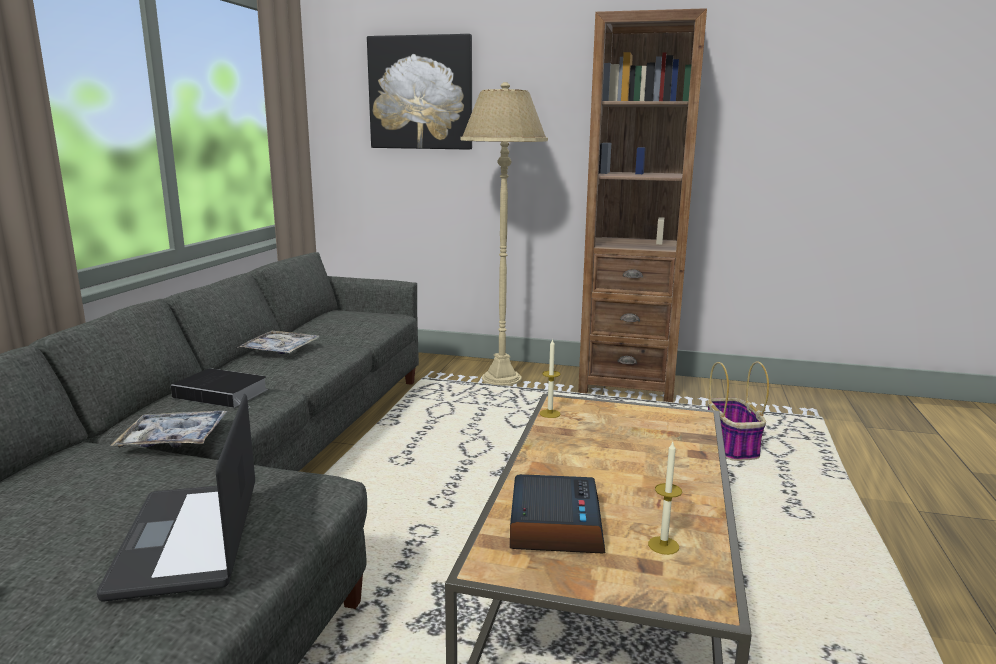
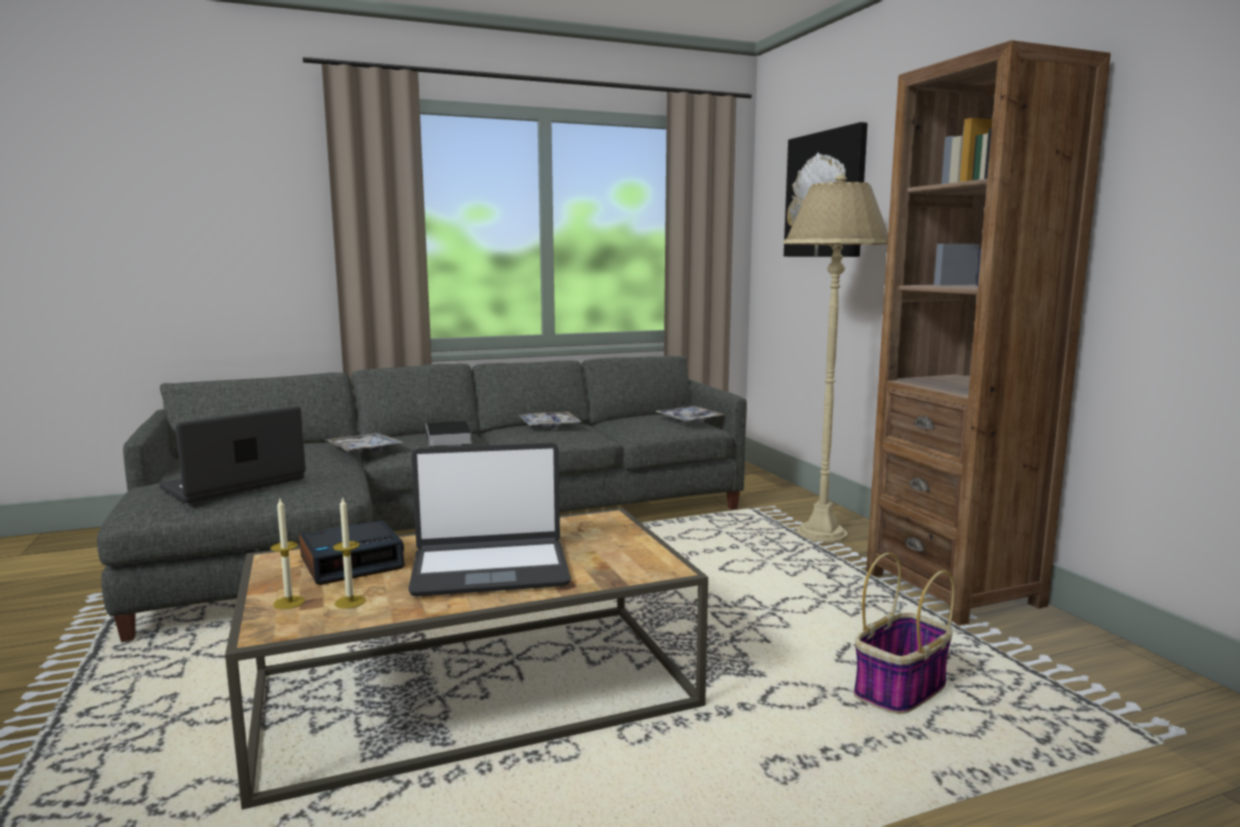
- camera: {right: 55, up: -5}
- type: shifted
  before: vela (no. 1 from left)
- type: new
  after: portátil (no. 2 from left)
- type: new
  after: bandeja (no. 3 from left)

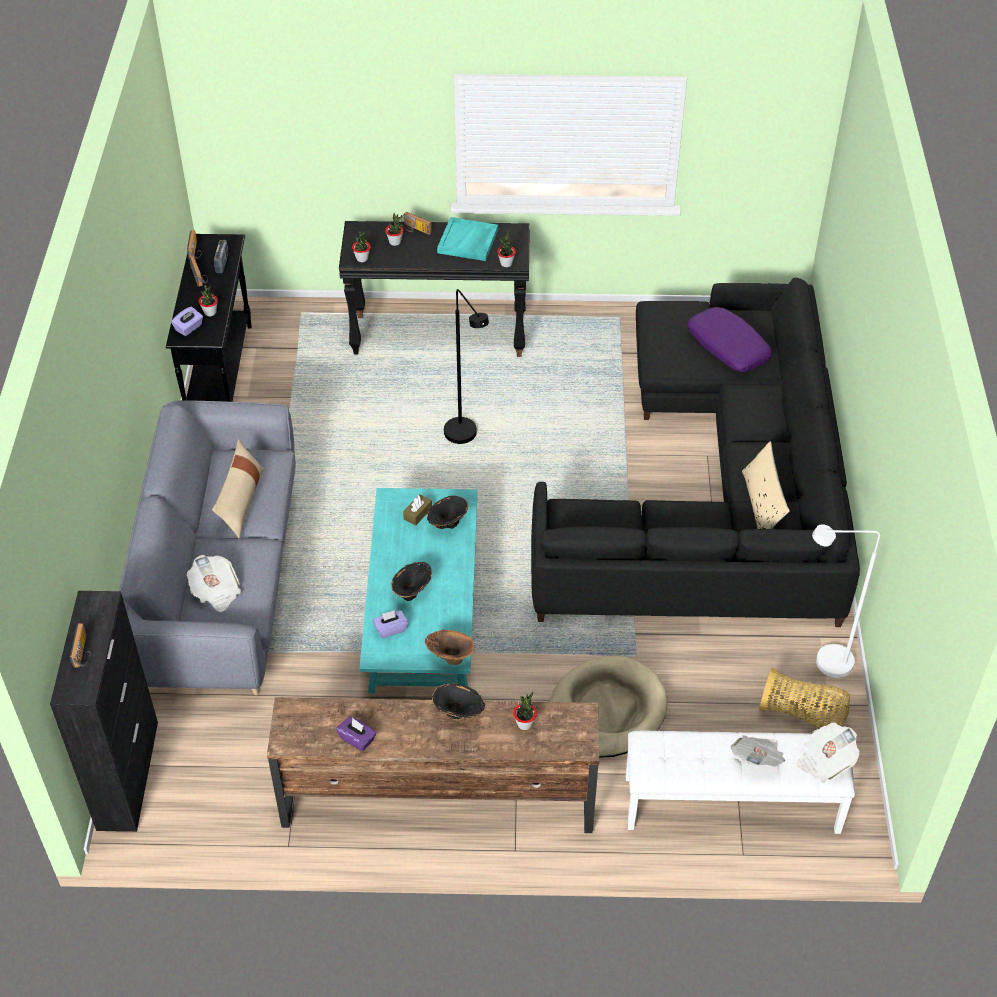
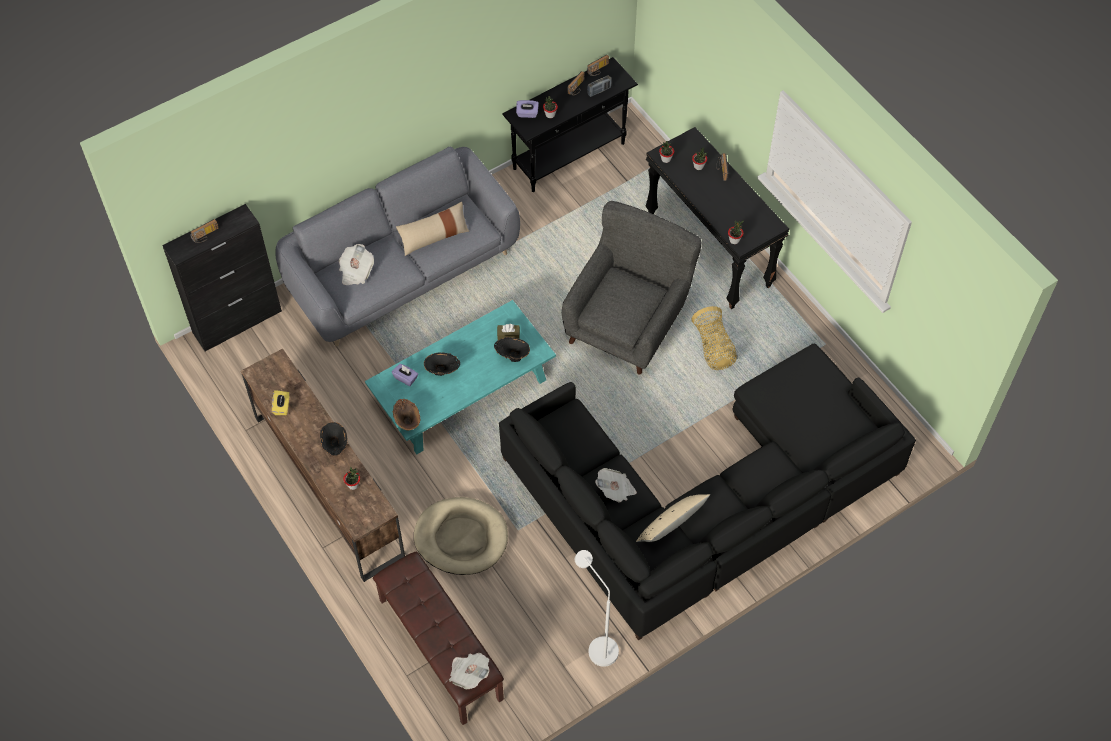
- camera: {right: 55, up: 10}
- type: repainted
  before: caja de pañuelos [morado] (no. 2 from left)
  after: caja de pañuelos [amarillo]
- type: repainted
  before: banco [blanco]
  after: banco [marrón]
- type: swapped
  before: lámpara de pie [negro]
  after: sillón [gris]
- type: shifted
  before: periódico (no. 2 from left in the first image)
  after: periódico (no. 3 from left)
- type: shifted
  before: cesta
- type: gone
  before: bandeja [turquesa]
- type: gone
  before: cojín [morado]

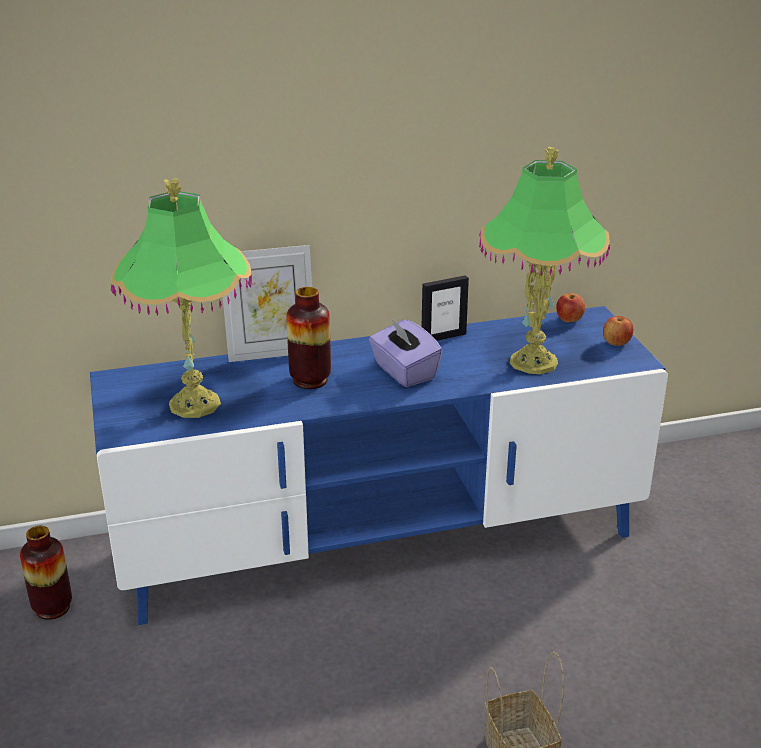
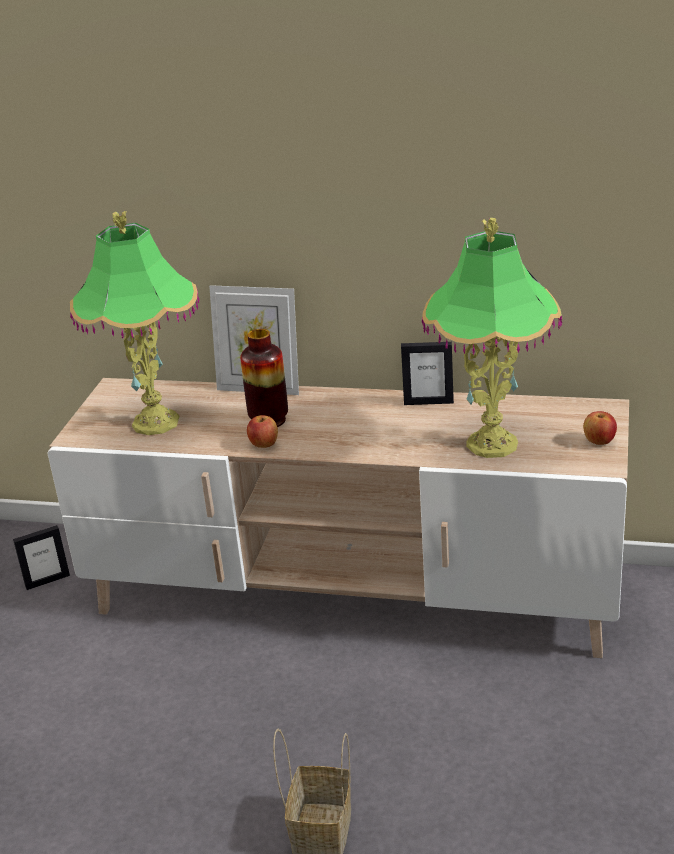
- camera: {right: 30, up: 0}
- type: swapped
  before: florero (no. 1 from left)
  after: portarretratos (no. 1 from left)
- type: repainted
  before: mueble de televisión [azul]
  after: mueble de televisión [beis]
- type: shifted
  before: manzana (no. 1 from left)
- type: gone
  before: caja de pañuelos [morado]

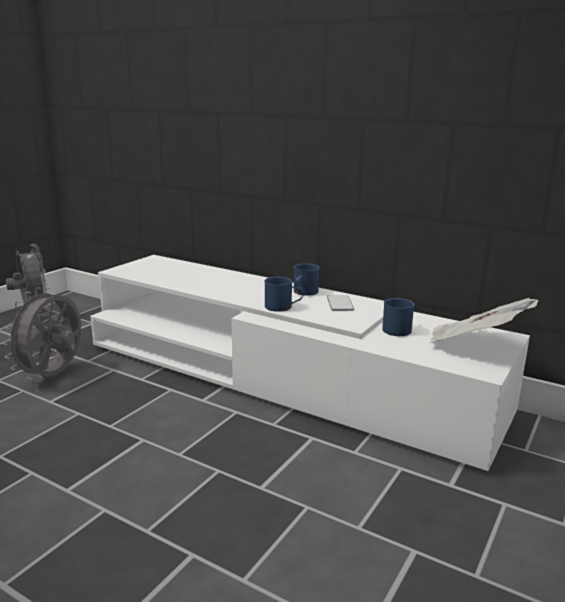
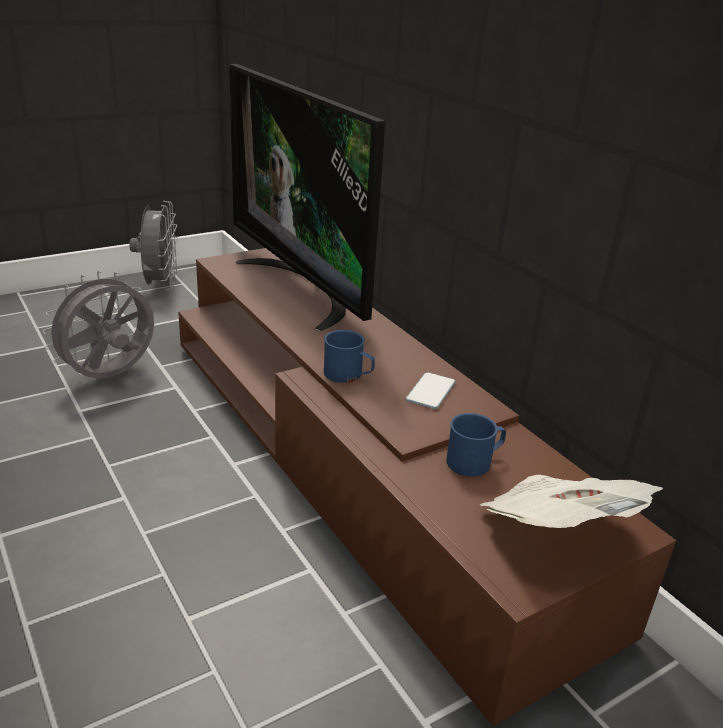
- camera: {right: 25, up: 10}
- type: repainted
  before: mueble de televisión [blanco]
  after: mueble de televisión [marrón]
- type: new
  after: televisor
- type: gone
  before: taza grande [azul] (no. 2 from left)

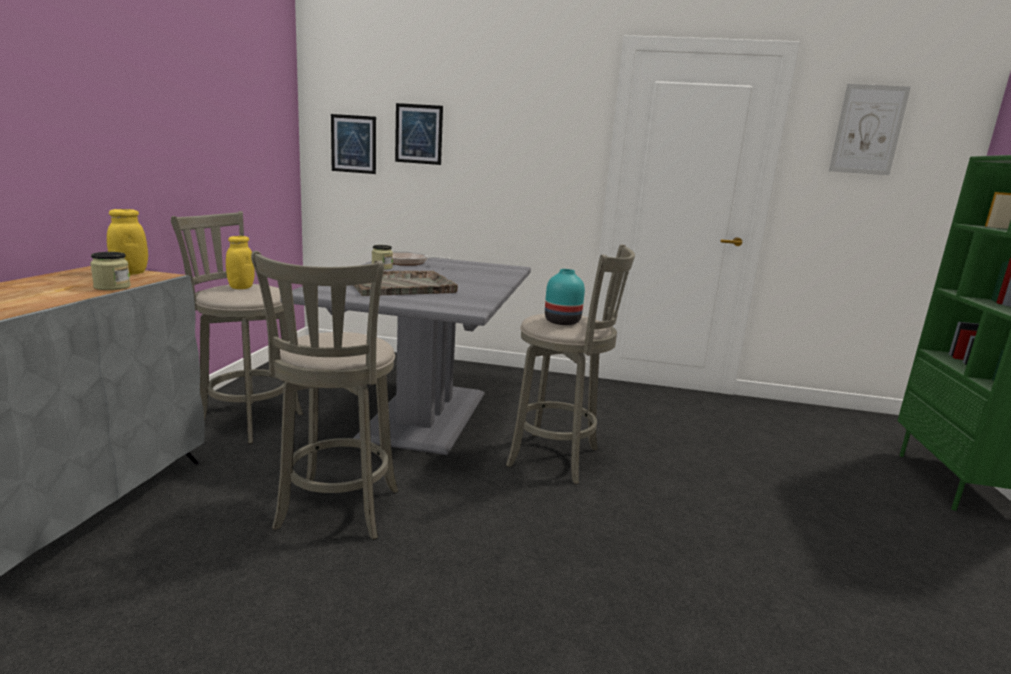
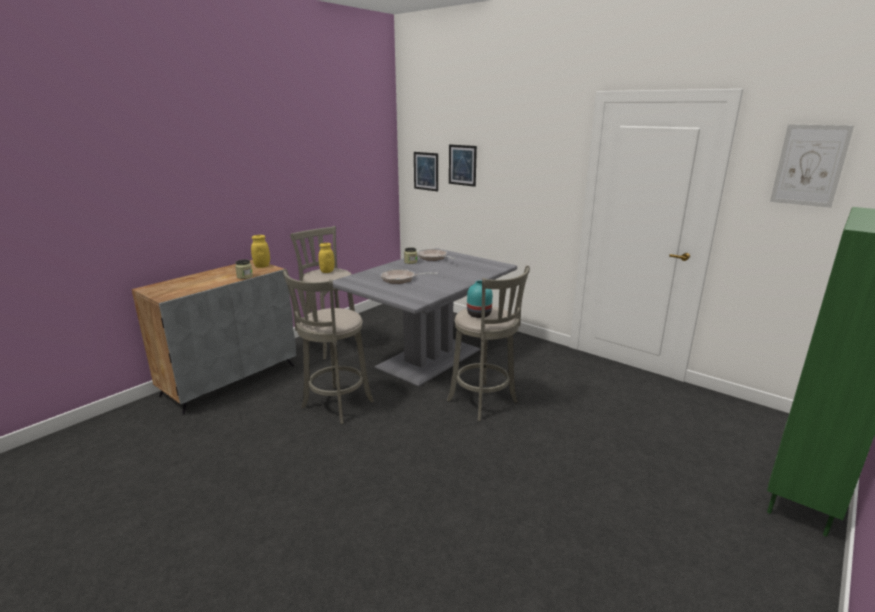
- camera: {right: 30, up: 5}
- type: swapped
  before: bandeja [gris]
  after: sartén (no. 1 from left)

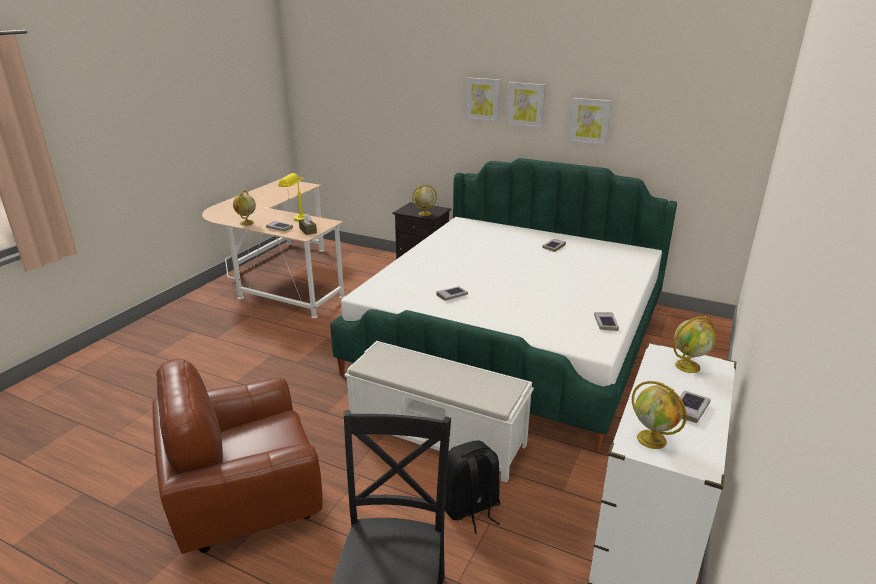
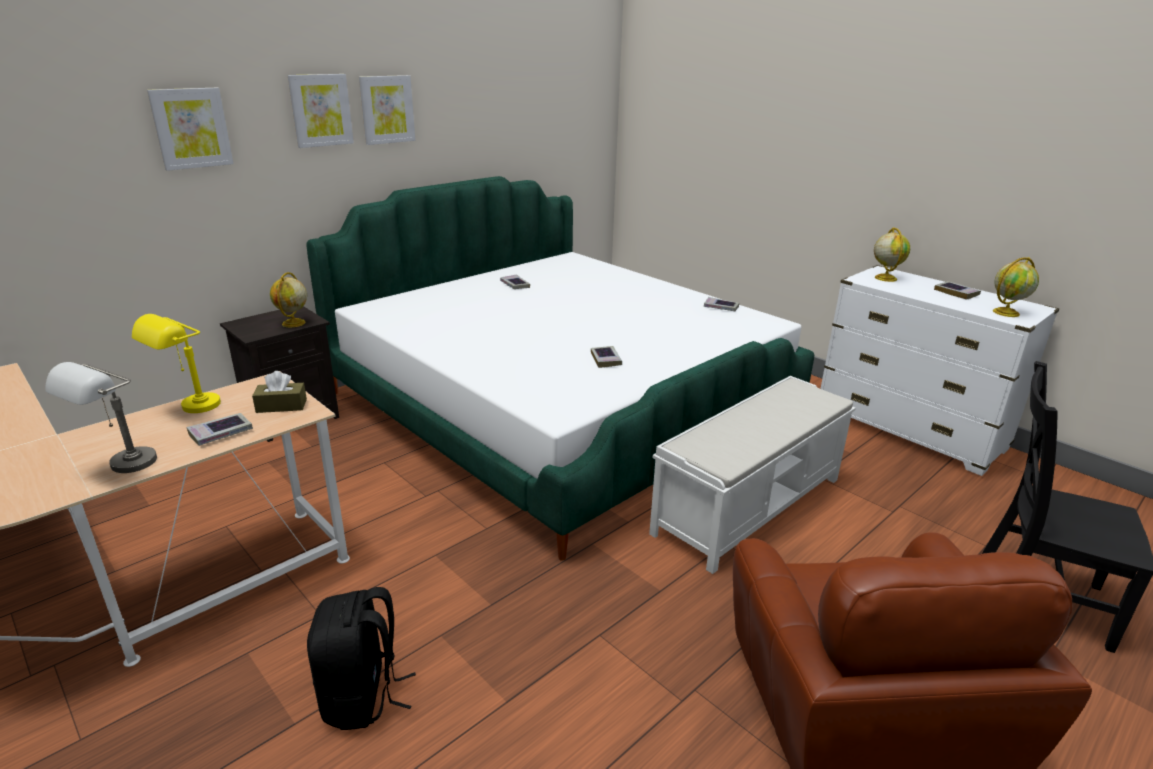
- camera: {right: -70, up: 0}
- type: swapped
  before: globo terráqueo (no. 1 from left)
  after: lámpara de mesa [gris]
- type: shifted
  before: cuadro (no. 3 from left in the first image)
  after: cuadro (no. 1 from left)
- type: shifted
  before: mochila [negro]

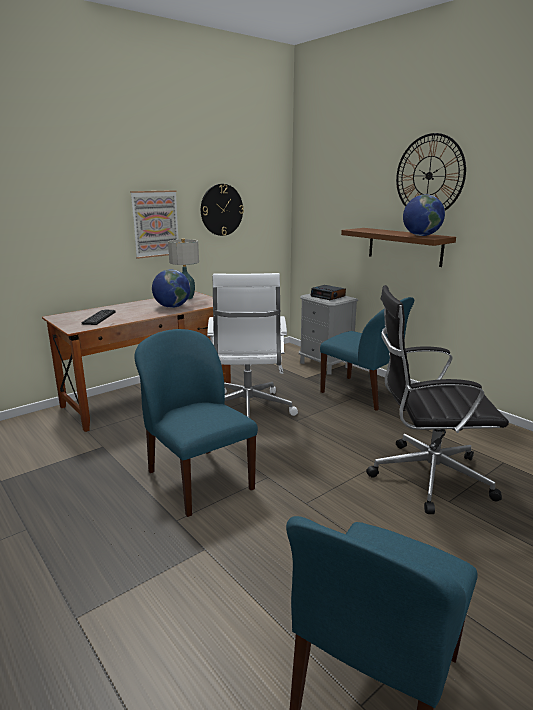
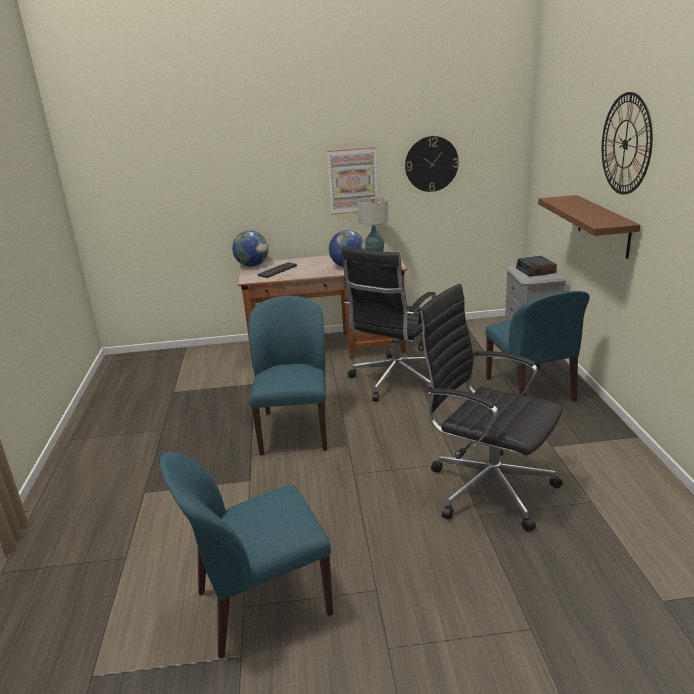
- camera: {right: 35, up: 5}
- type: shifted
  before: globo terráqueo (no. 2 from left in the first image)
  after: globo terráqueo (no. 1 from left)
- type: repainted
  before: silla de oficina [blanco]
  after: silla de oficina [negro] (no. 1 from left)

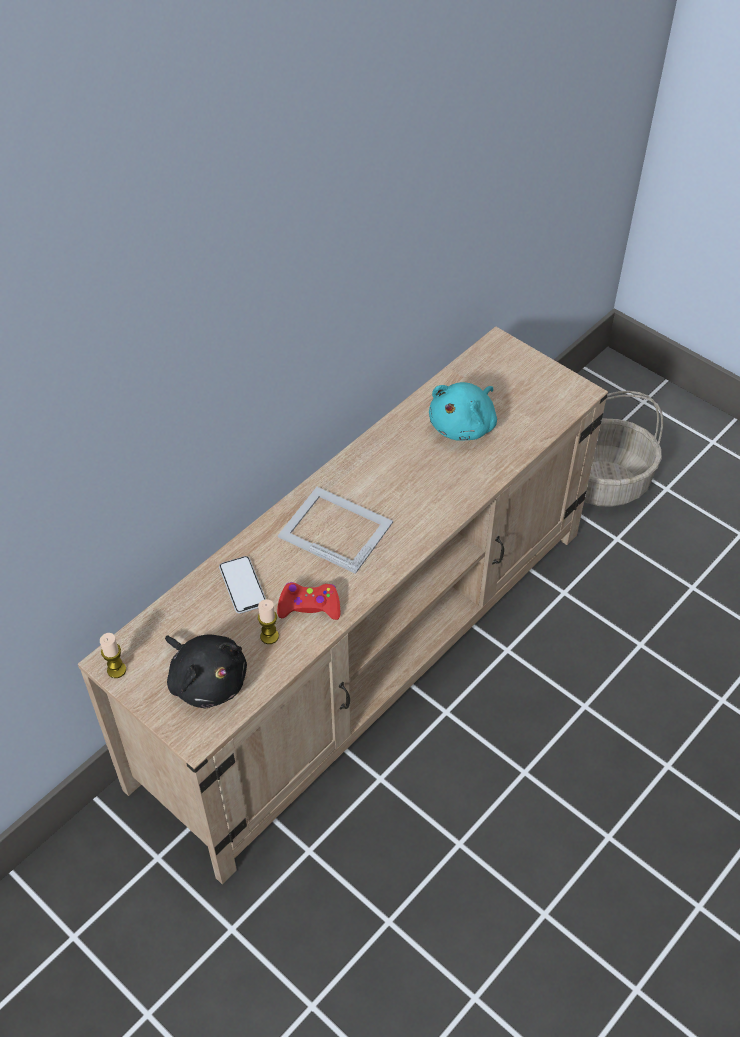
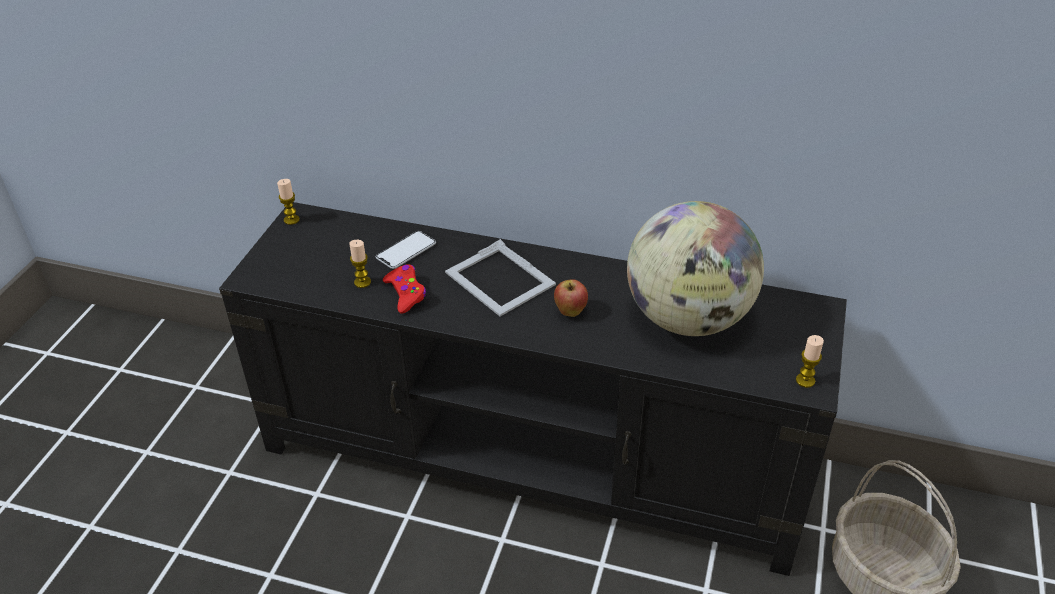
- camera: {right: 65, up: -10}
- type: repainted
  before: mueble de televisión [beis]
  after: mueble de televisión [negro]
- type: rotated
  before: portarretratos
  turn: 135
- type: new
  after: manzana
- type: swapped
  before: peluche [turquesa]
  after: globo terráqueo
- type: new
  after: vela (no. 3 from left)
- type: gone
  before: peluche [negro]

